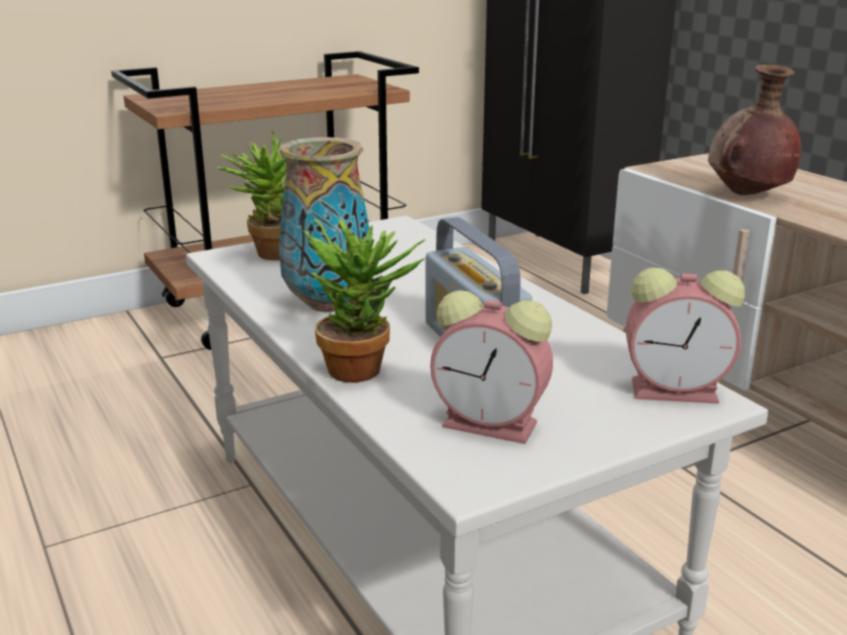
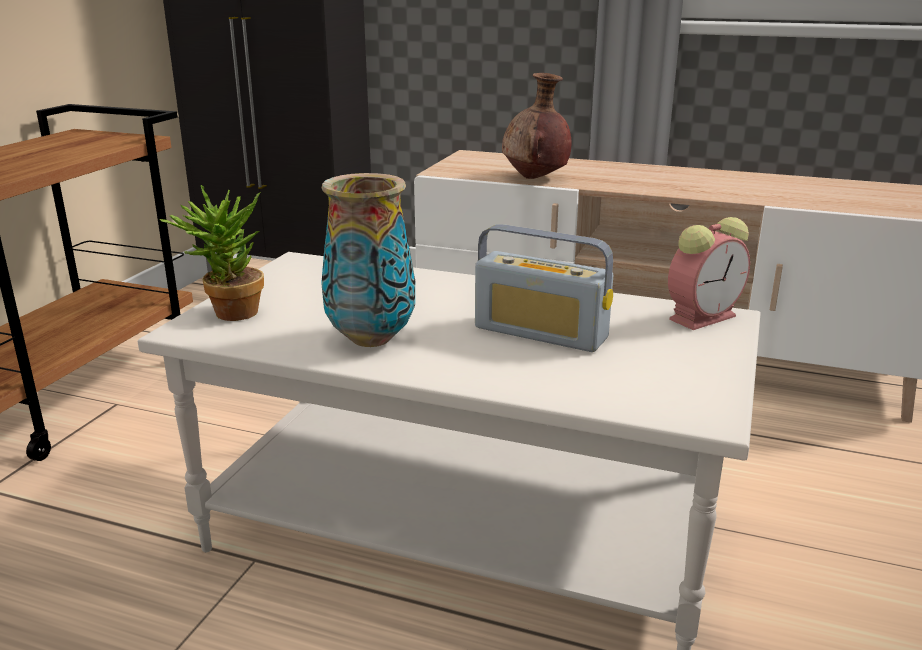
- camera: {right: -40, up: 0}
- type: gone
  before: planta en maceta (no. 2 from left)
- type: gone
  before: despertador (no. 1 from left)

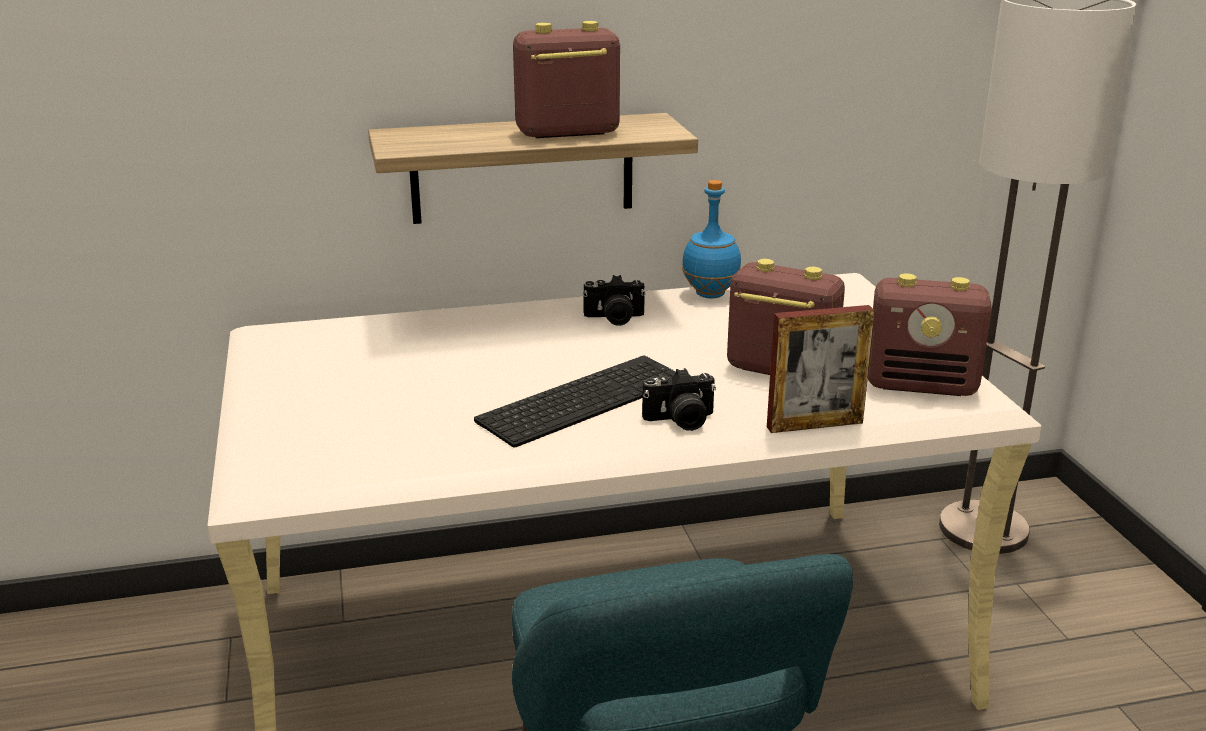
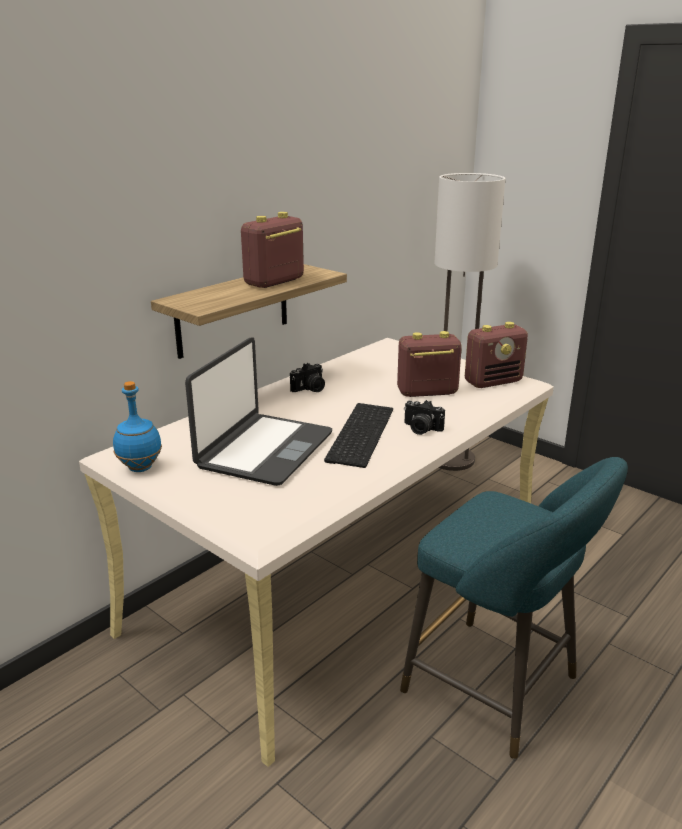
- camera: {right: -35, up: 0}
- type: shifted
  before: botella [azul]
- type: new
  after: portátil
- type: rotated
  before: cámara (no. 2 from left)
  turn: 75
- type: gone
  before: portarretratos

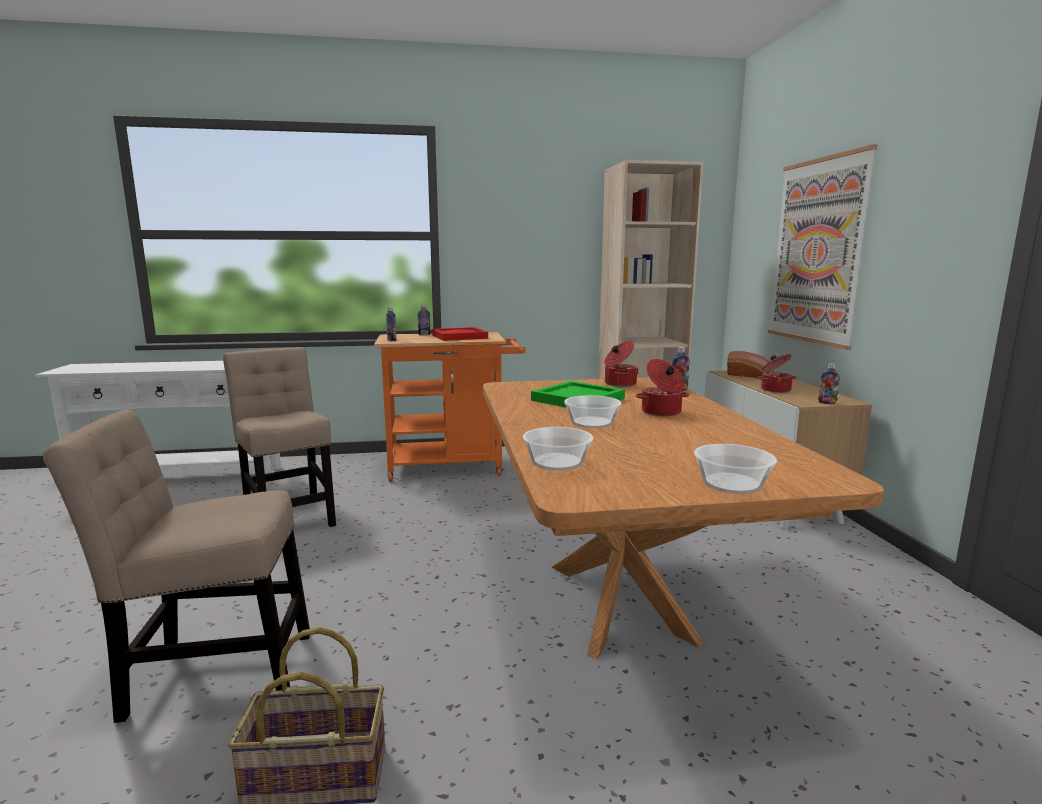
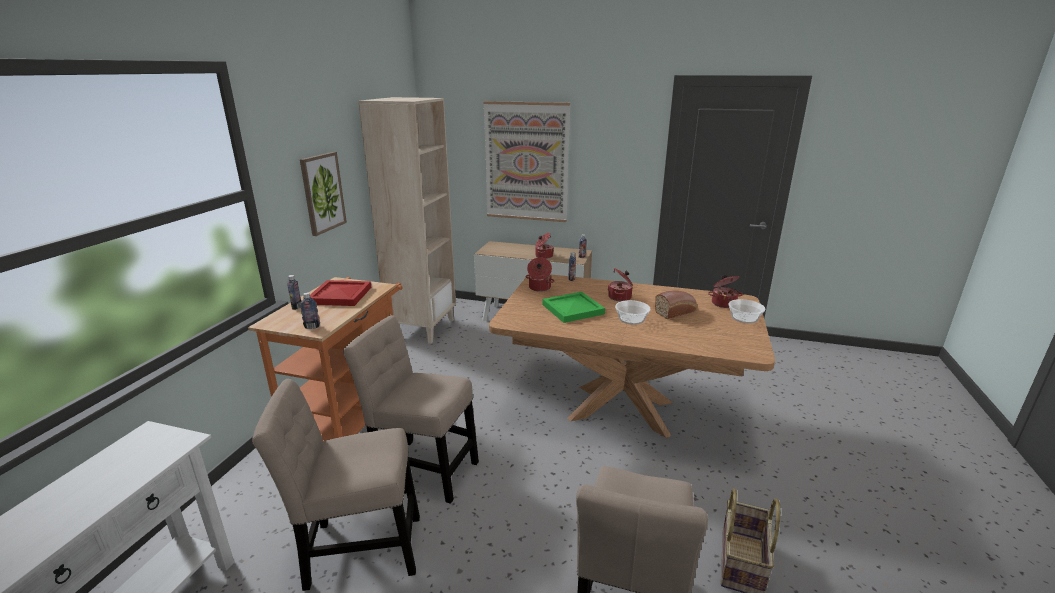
- camera: {right: -65, up: 10}
- type: new
  after: cuadro (no. 1 from left)
- type: new
  after: silla [beis] (no. 2 from left)
- type: shifted
  before: pan
- type: new
  after: olla (no. 4 from left)
- type: gone
  before: cuenco (no. 1 from left)

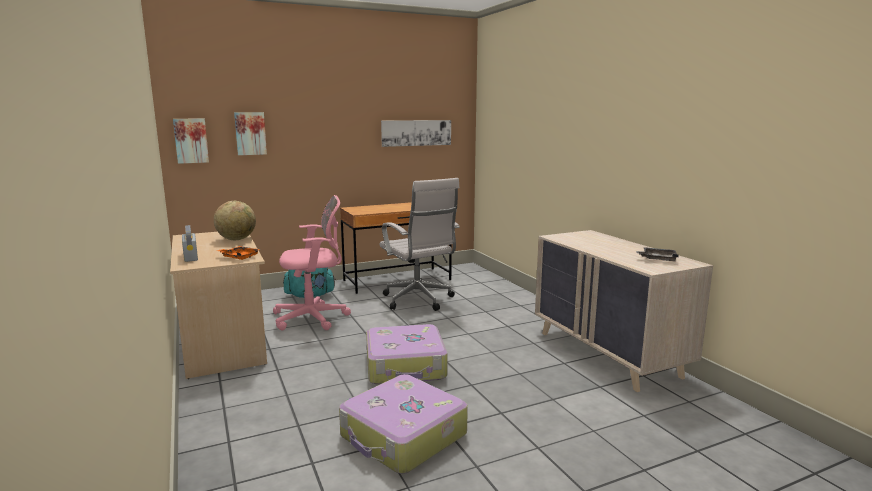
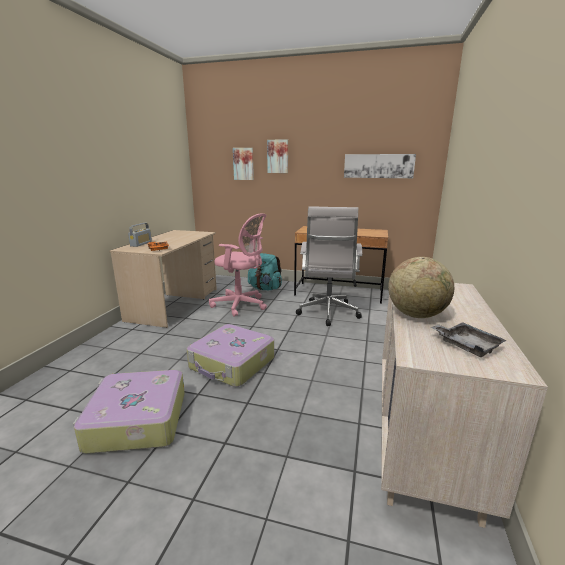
- camera: {right: 40, up: 5}
- type: shifted
  before: cuadro (no. 1 from left in the first image)
  after: cuadro (no. 2 from left)
- type: shifted
  before: globo terráqueo

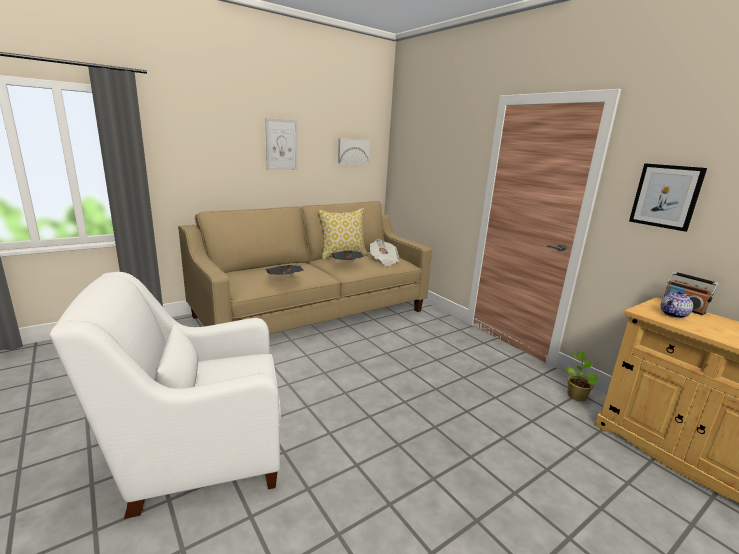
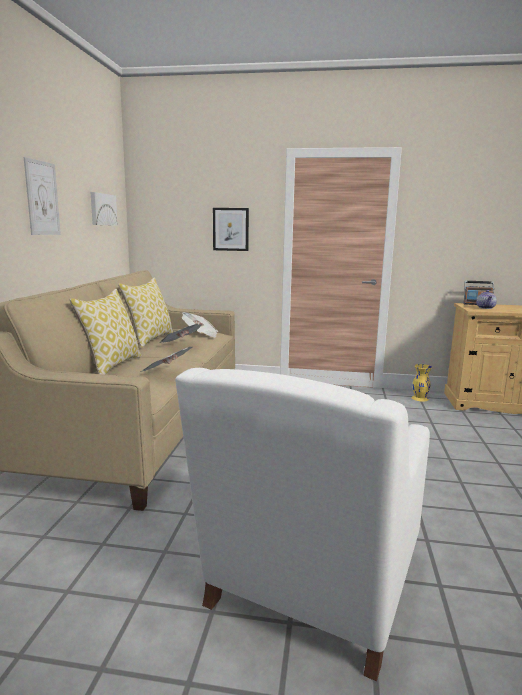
- camera: {right: -45, up: -5}
- type: new
  after: cojín (no. 1 from left)
- type: shifted
  before: cuadro (no. 3 from left)
- type: swapped
  before: planta en maceta
  after: florero [amarillo]

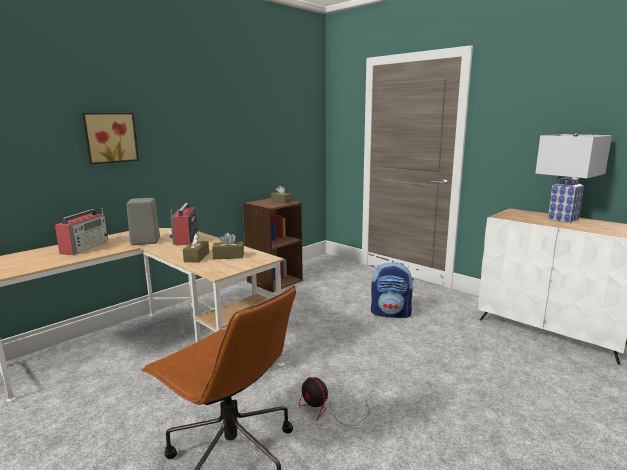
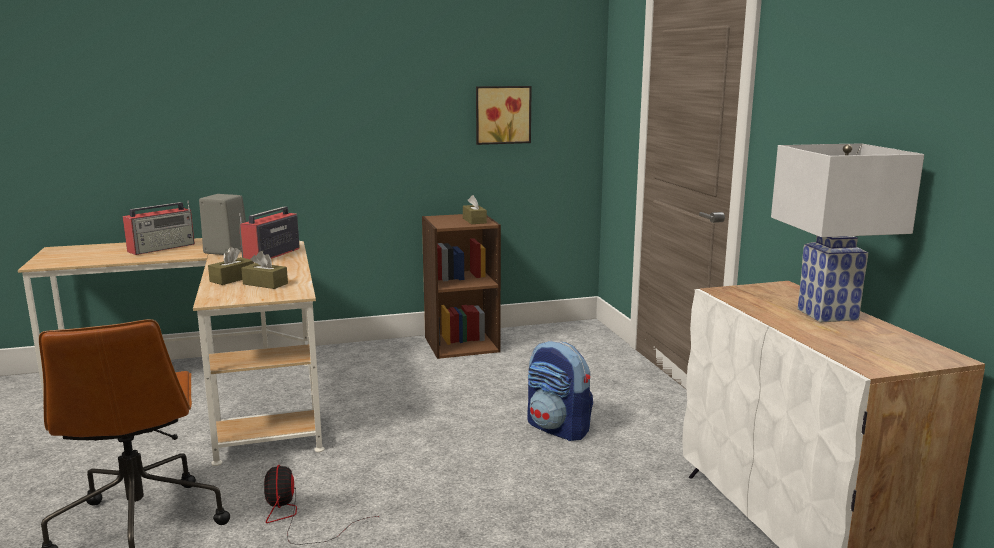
- camera: {right: 30, up: 0}
- type: shifted
  before: cuadro

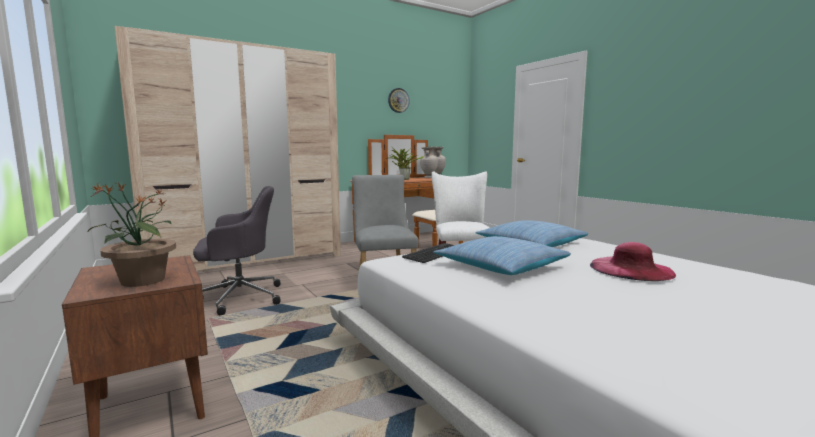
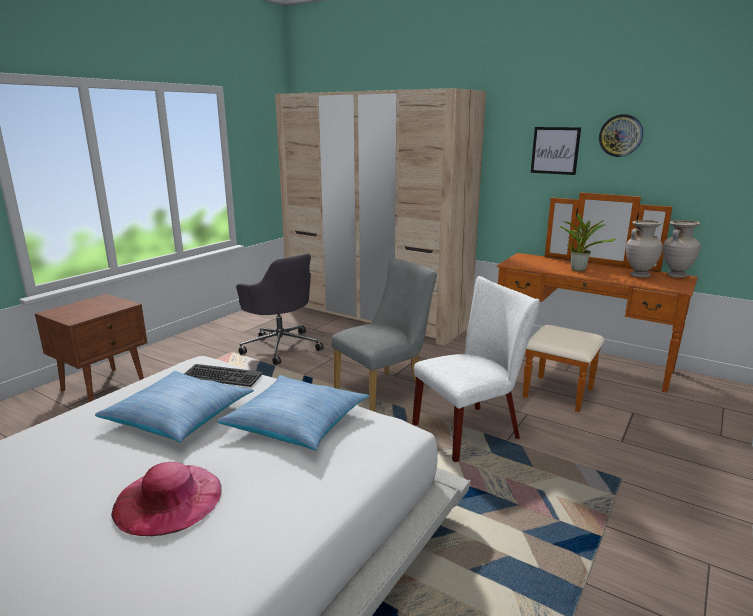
- camera: {right: 65, up: 10}
- type: new
  after: cuadro
- type: gone
  before: planta en maceta (no. 1 from left)

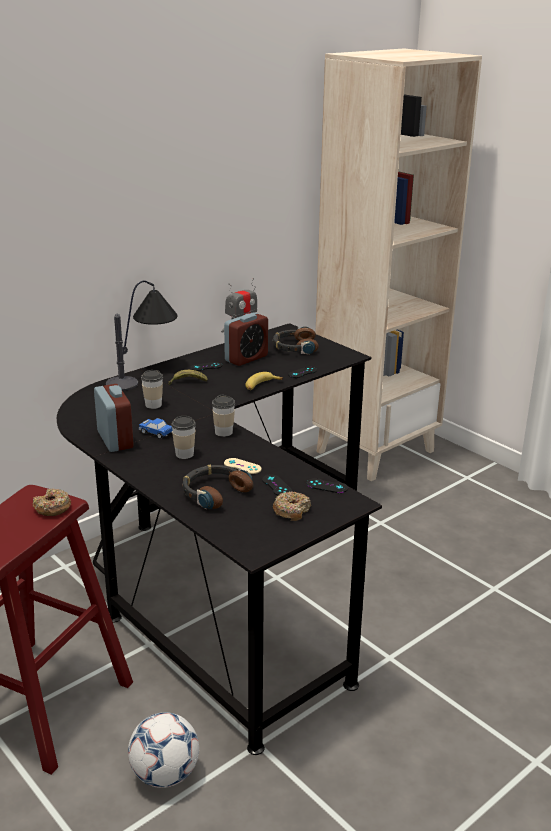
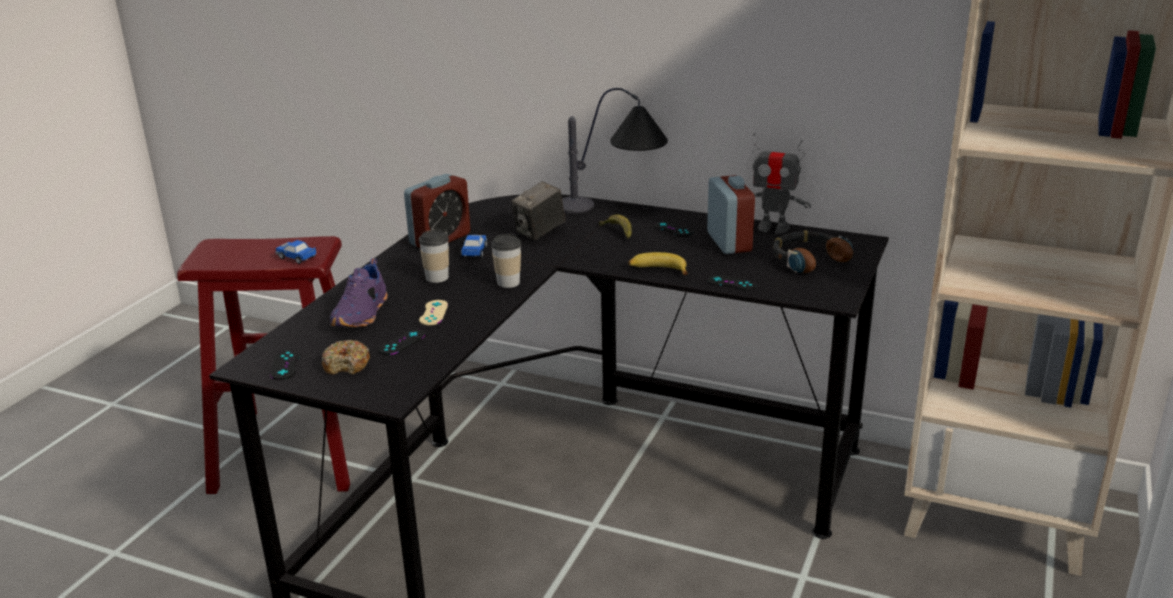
- camera: {right: 65, up: 0}
- type: shifted
  before: mando de consola [negro] (no. 4 from left in the first image)
  after: mando de consola [negro] (no. 1 from left)
- type: swapped
  before: rosquilla (no. 1 from left)
  after: coche de juguete (no. 1 from left)
- type: swapped
  before: auriculares (no. 1 from left)
  after: zapato [morado]
- type: swapped
  before: taza (no. 1 from left)
  after: cámara
- type: rotated
  before: despertador (no. 2 from left)
  turn: -120
- type: gone
  before: balón de fútbol

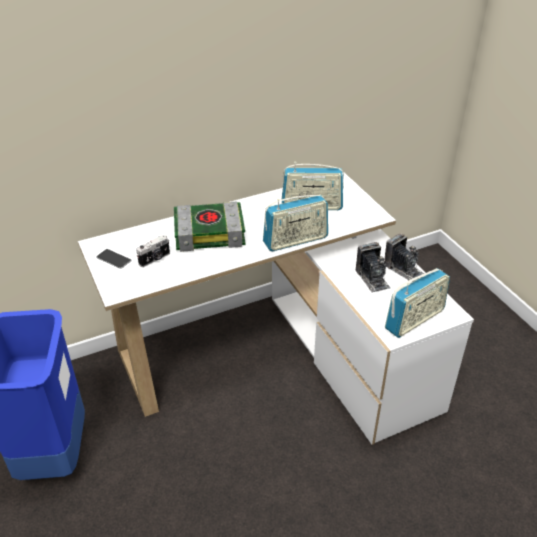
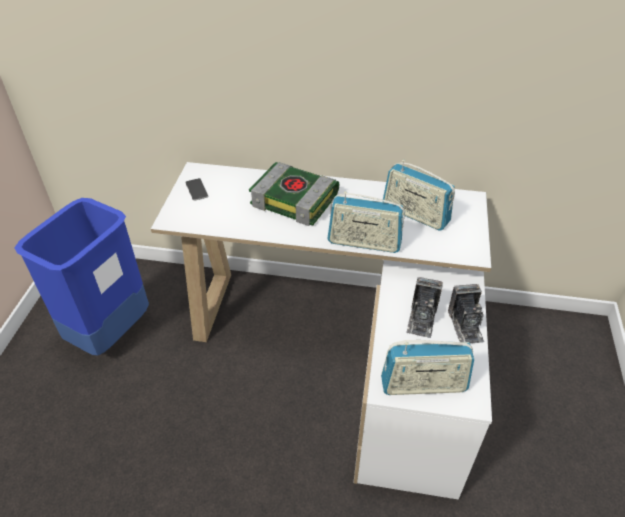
- camera: {right: 35, up: 5}
- type: gone
  before: cámara (no. 1 from left)

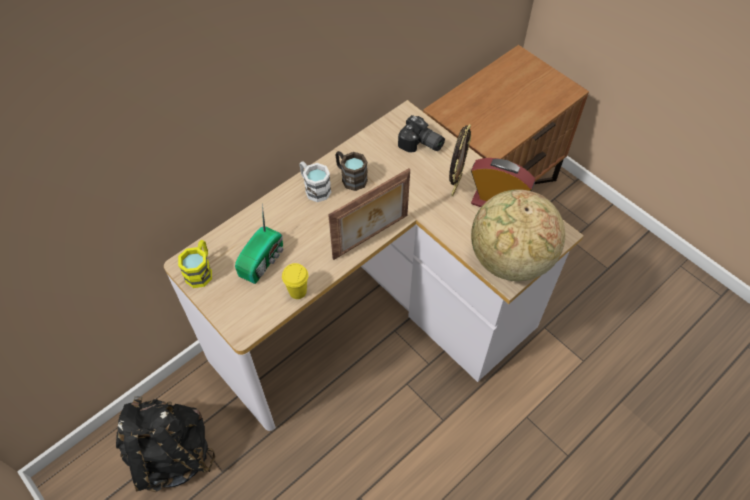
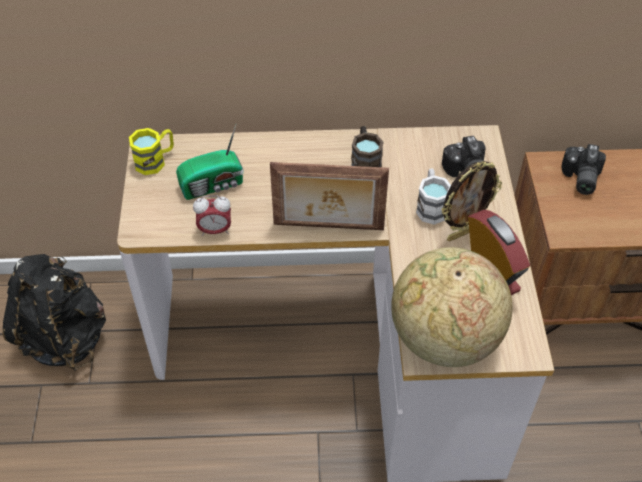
- camera: {right: 40, up: -5}
- type: swapped
  before: taza [amarillo]
  after: despertador (no. 1 from left)
- type: shifted
  before: taza grande [blanco]
- type: new
  after: cámara (no. 2 from left)

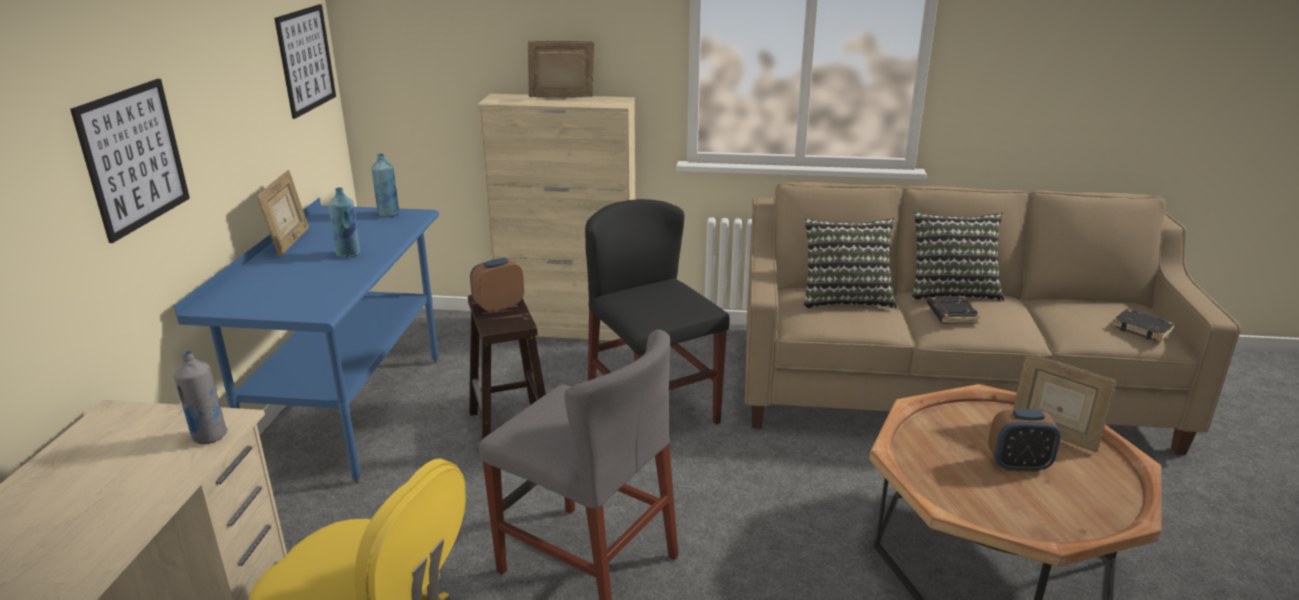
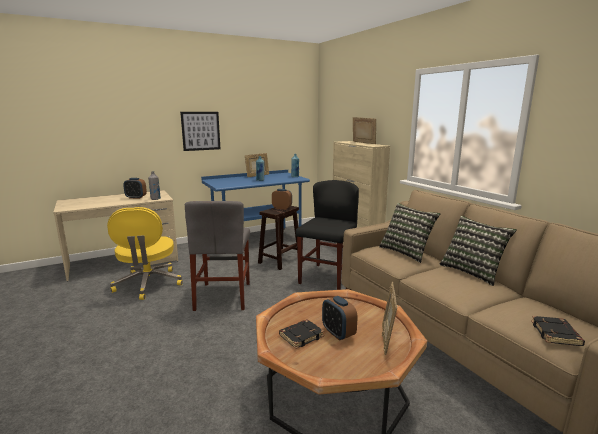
- camera: {right: 55, up: -10}
- type: new
  after: despertador (no. 1 from left)
- type: shifted
  before: libro [negro] (no. 1 from left)
- type: gone
  before: cuadro (no. 2 from left)

